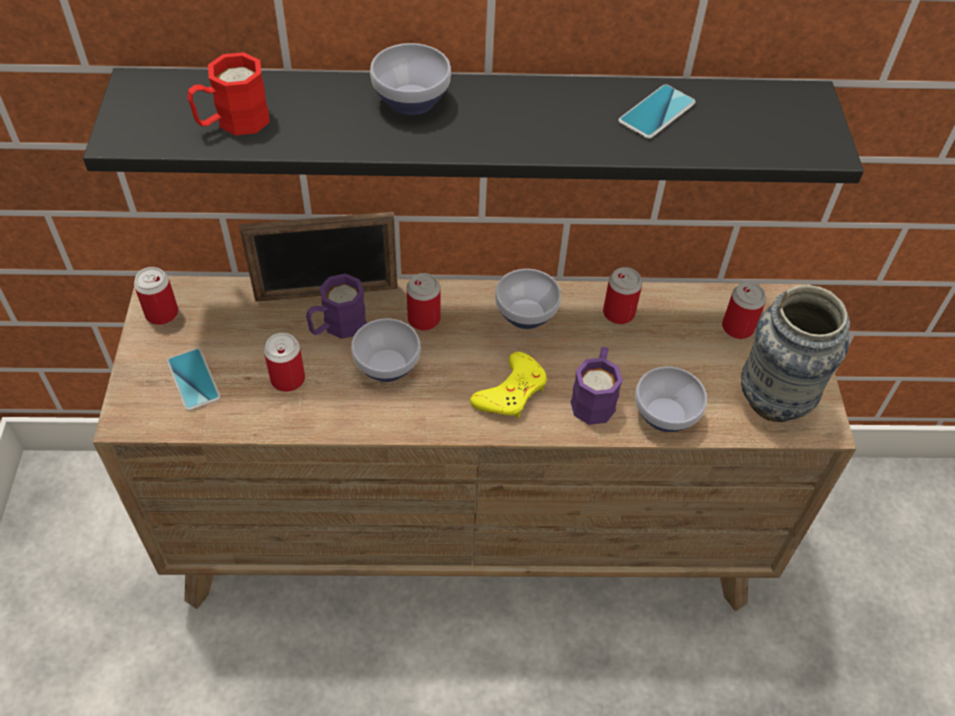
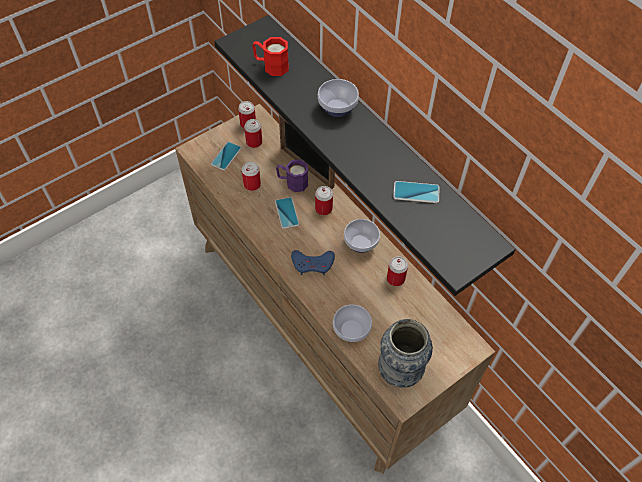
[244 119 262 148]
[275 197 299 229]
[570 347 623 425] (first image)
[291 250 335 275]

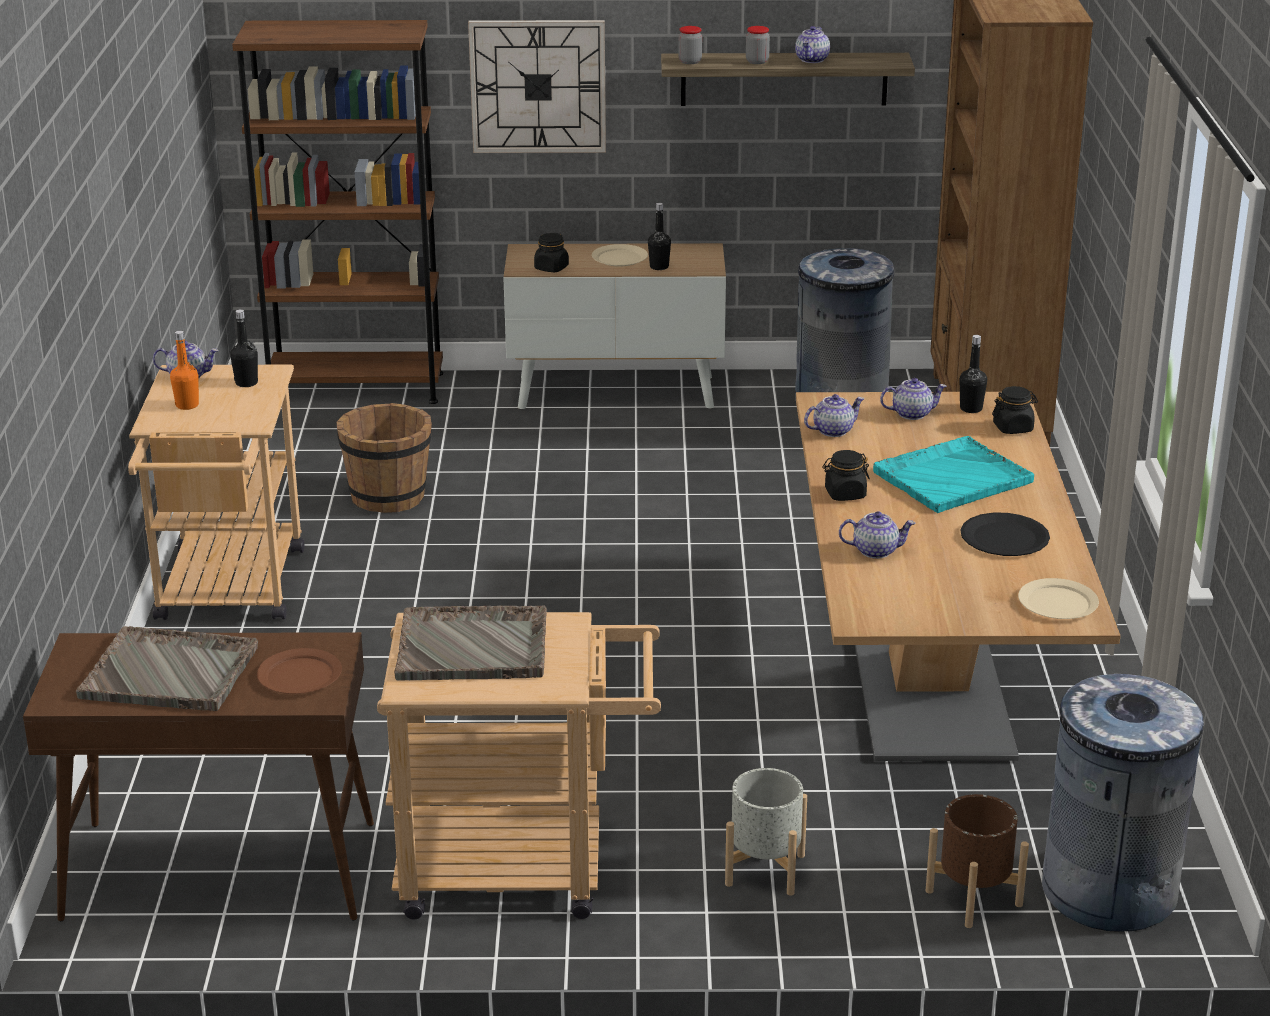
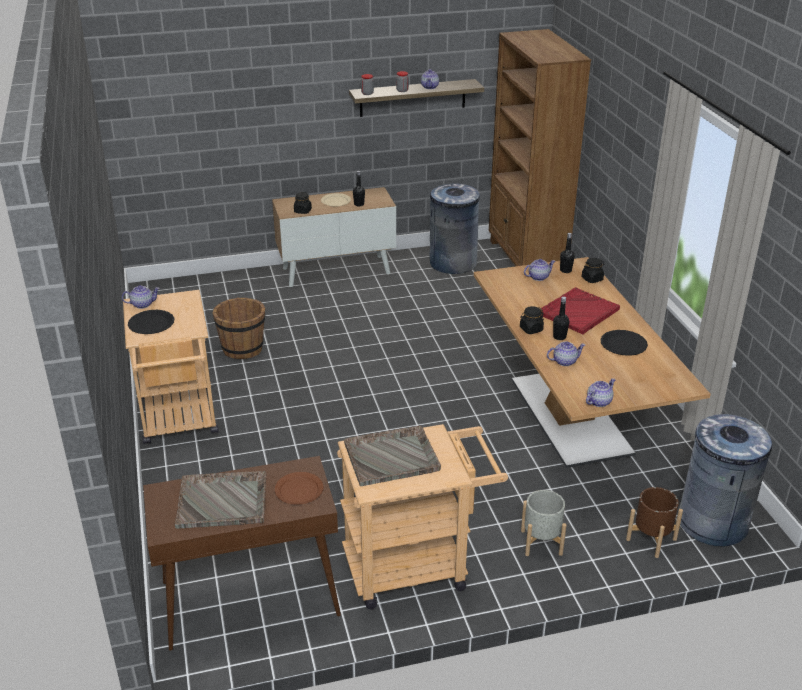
[232 20 443 404] (first image)
[468 20 606 153] (first image)
[553 296 569 340]
[128 310 174 334]
[586 378 616 407]
[541 287 620 334]
[1018 578 1099 619] (first image)

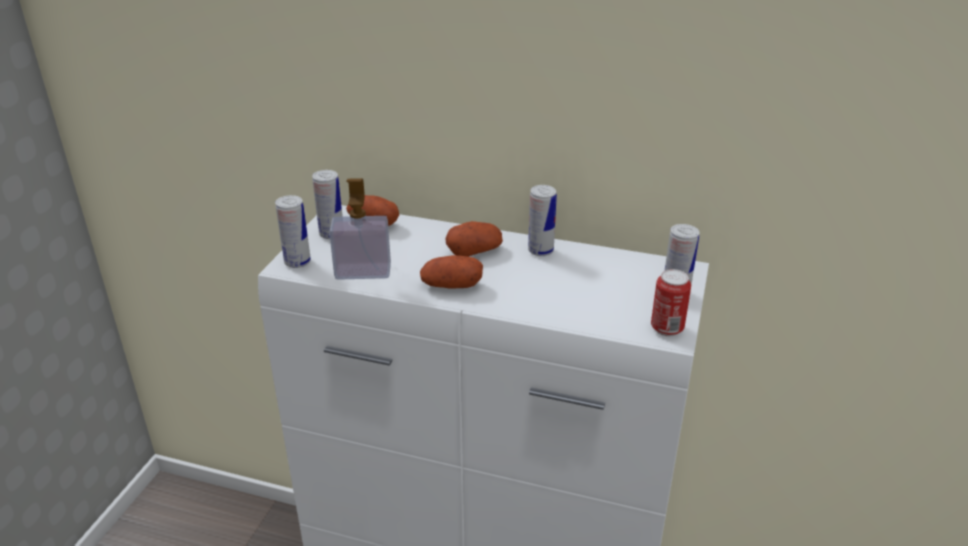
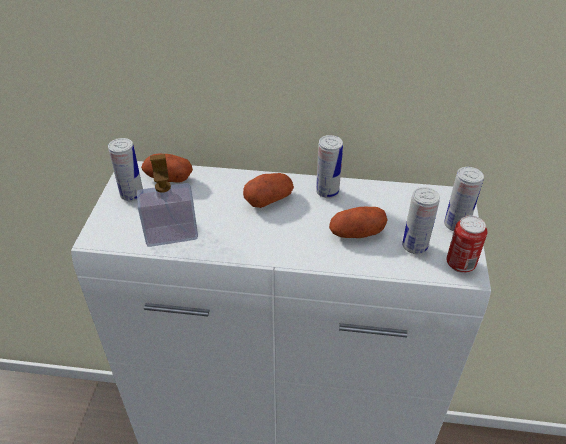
[402 187 440 254]
[329 207 388 238]

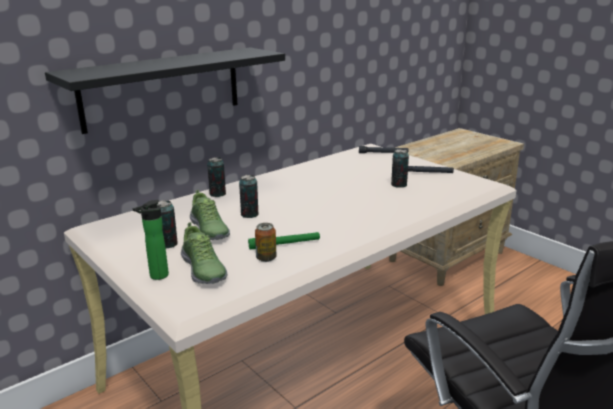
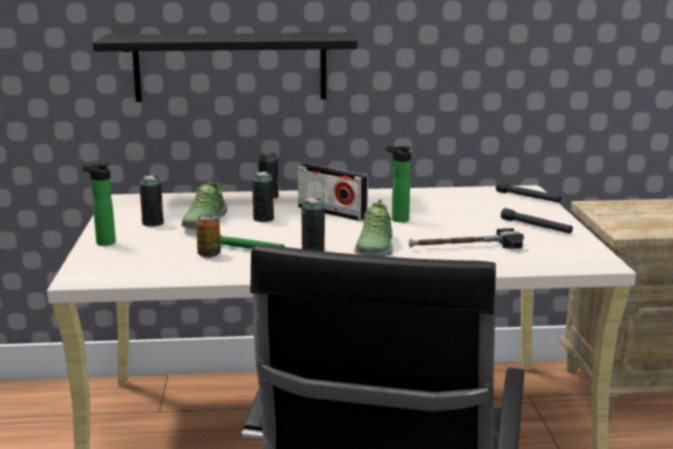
[301 198 325 252]
[354 199 393 257]
[386 146 412 222]
[298 164 368 221]
[409 228 524 249]

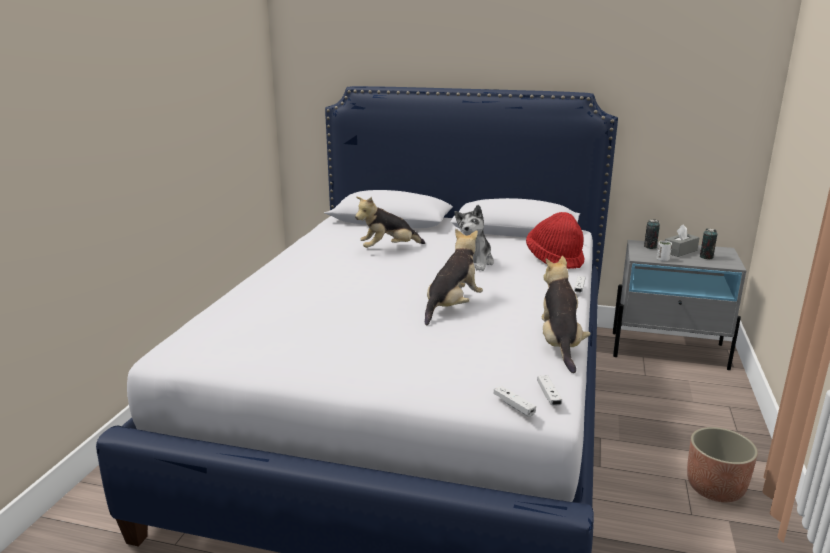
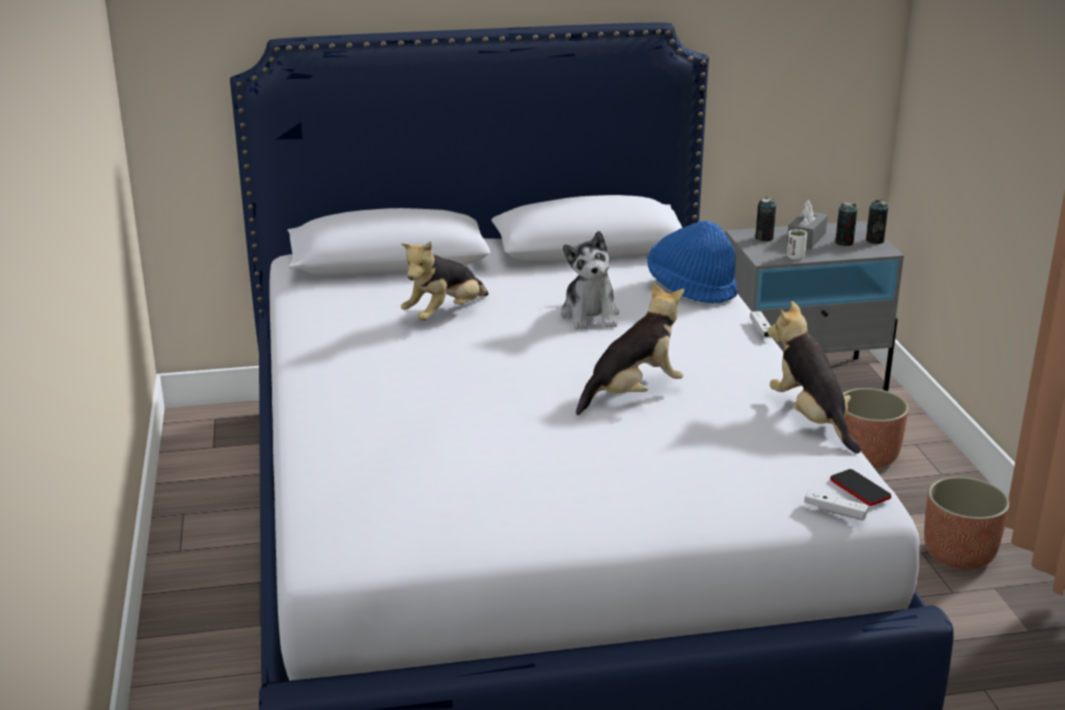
[647 221 738 304]
[576 282 684 415]
[830 469 891 506]
[866 200 888 244]
[843 388 909 468]

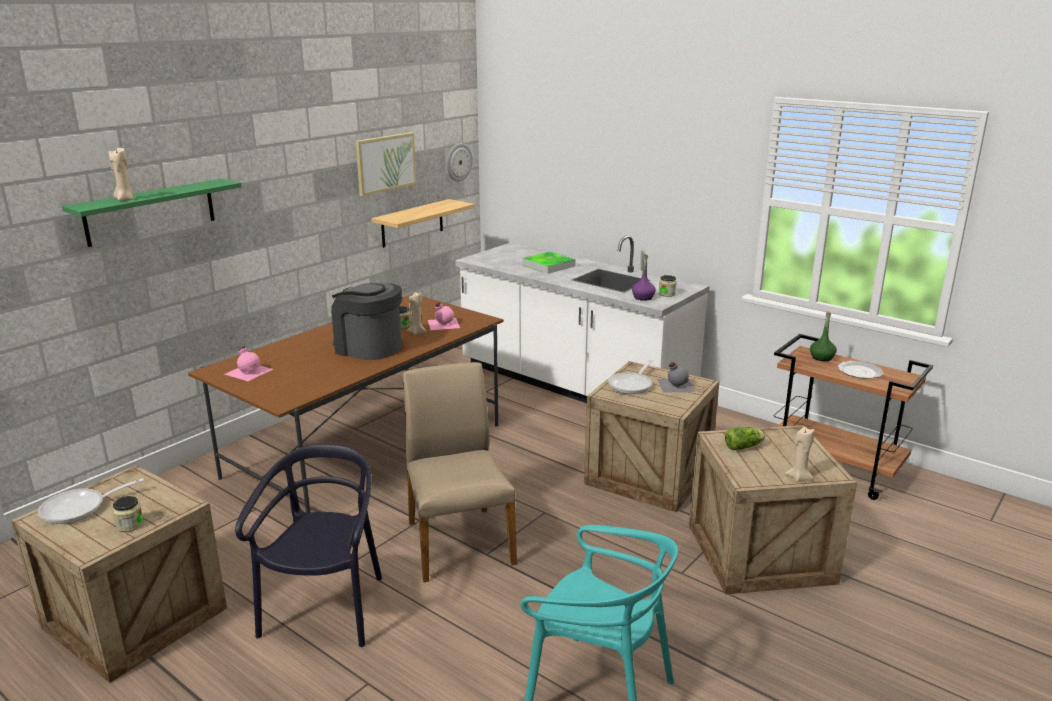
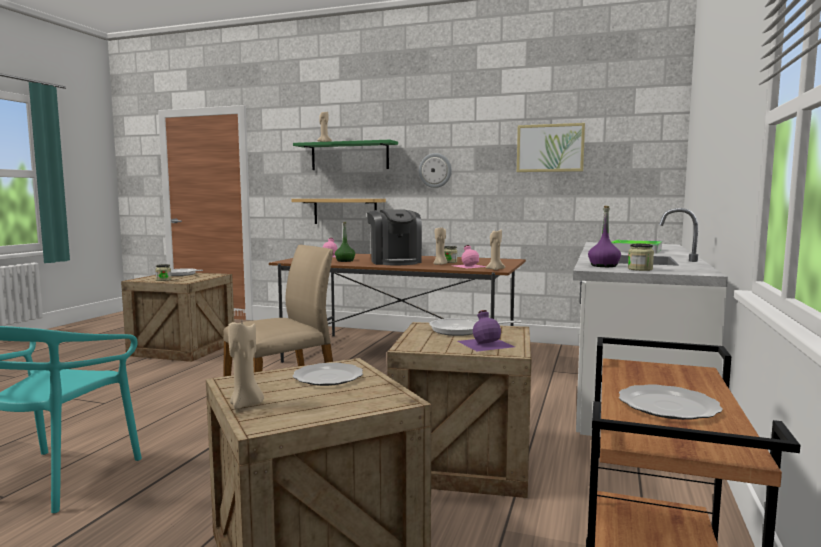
[419 153 452 188]
[292 199 386 224]
[367 209 422 265]
[335 222 355 262]
[457 310 515 351]
[293 363 363 386]
[235 444 382 647] (first image)
[486 230 505 270]

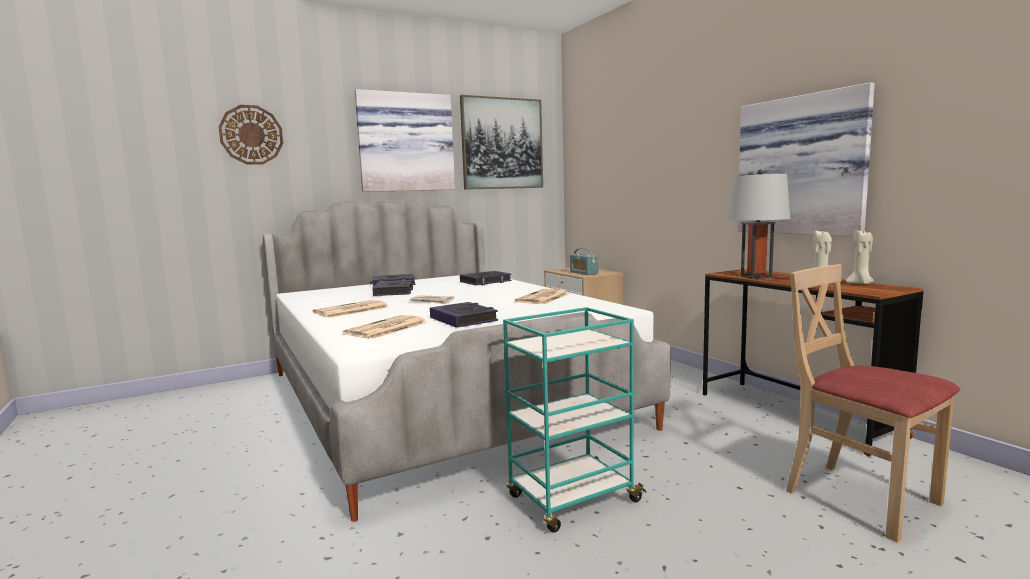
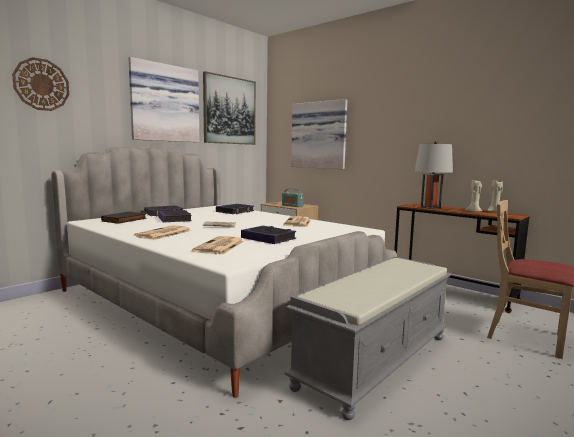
[291 99 347 169]
[285 257 452 420]
[101 211 147 224]

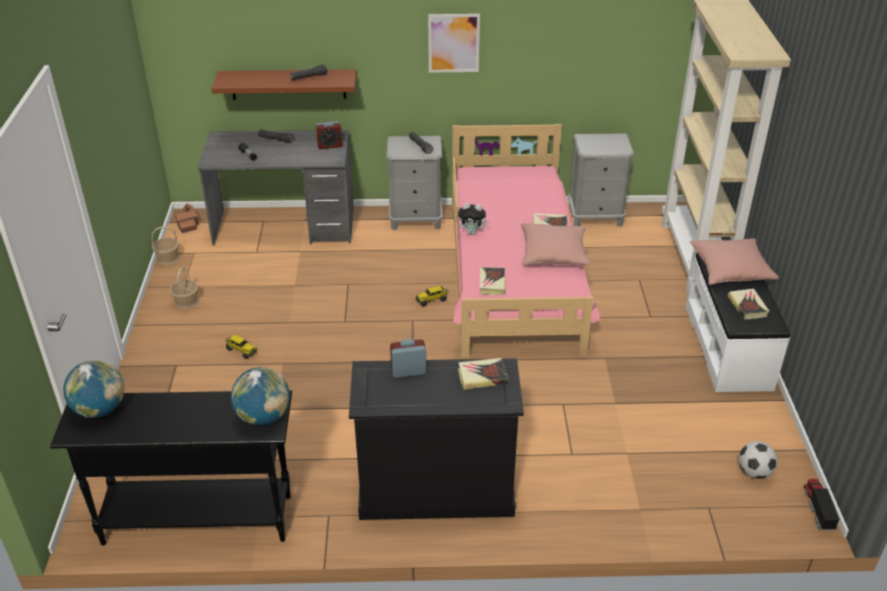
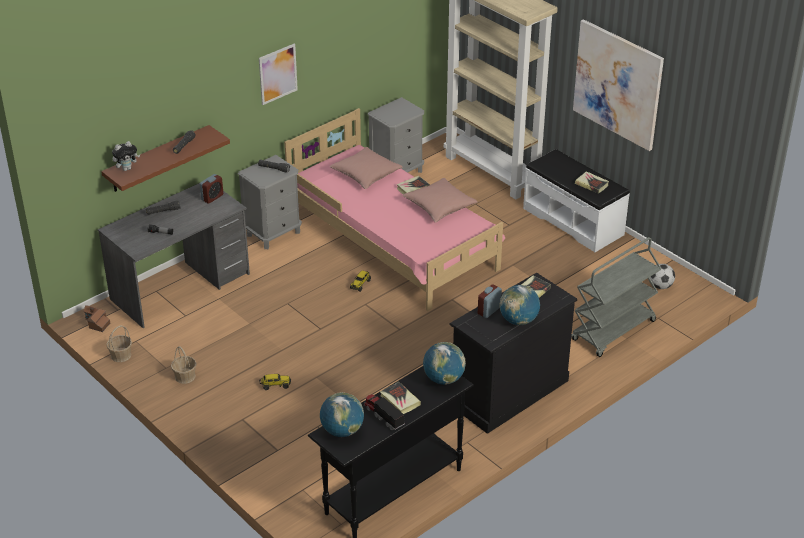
[112 141 140 171]
[330 147 403 189]
[380 382 421 414]
[364 394 405 430]
[573 19 664 151]
[571 237 662 357]
[499 285 540 325]

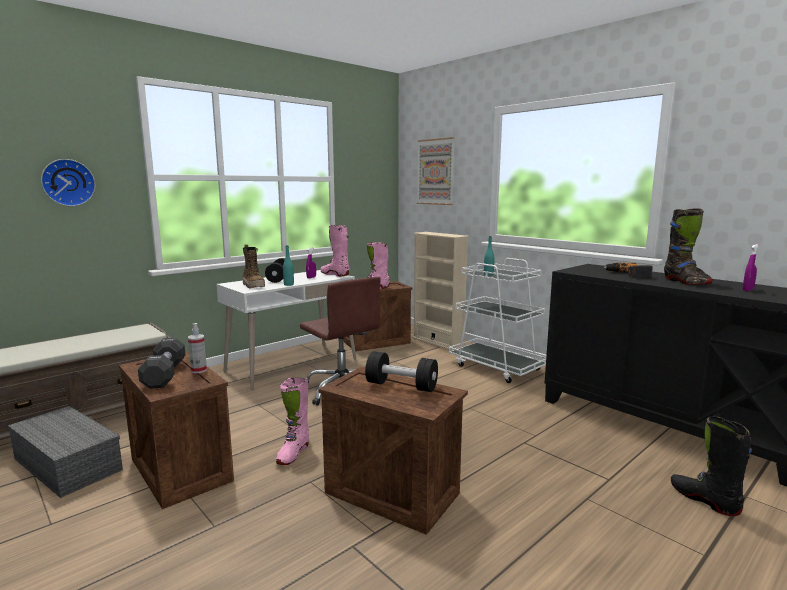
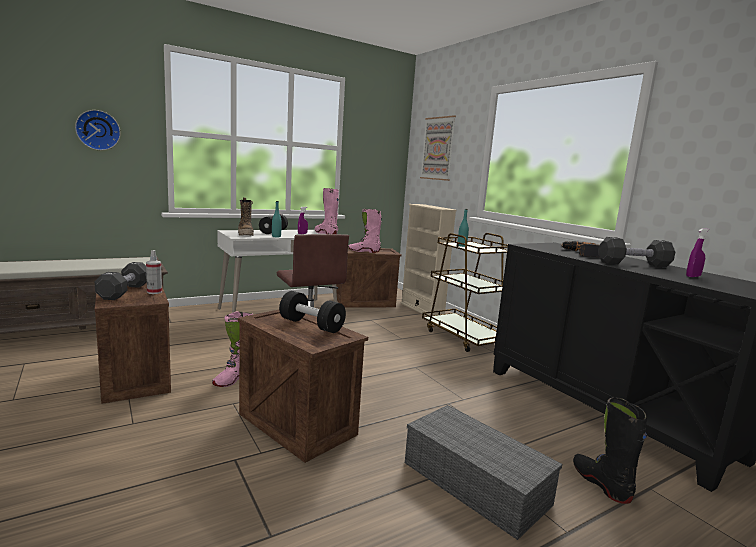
[598 237 675 267]
[422 233 508 352]
[405 405 562 540]

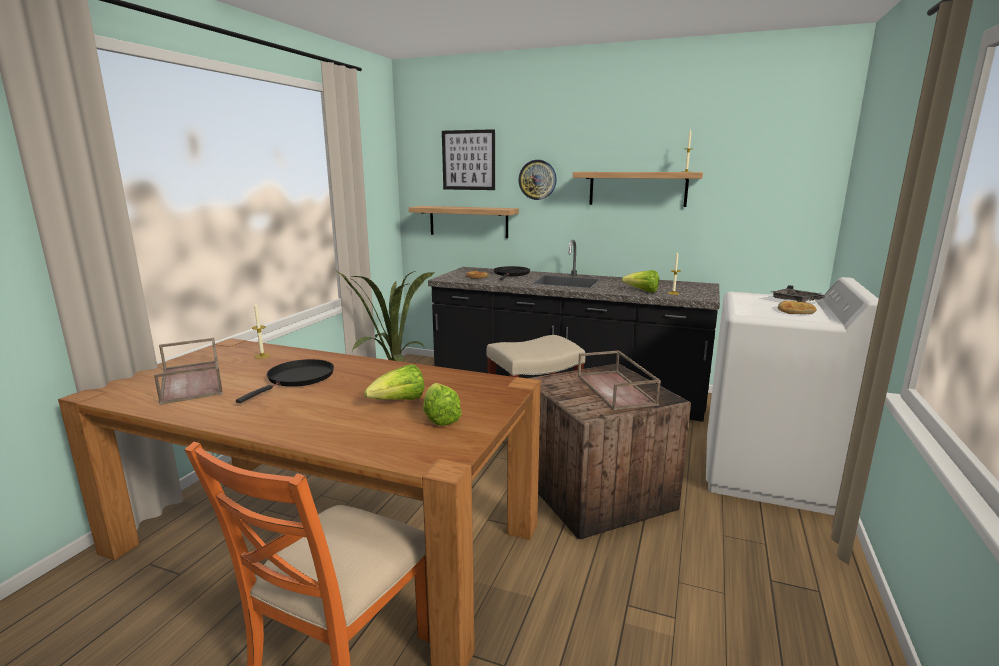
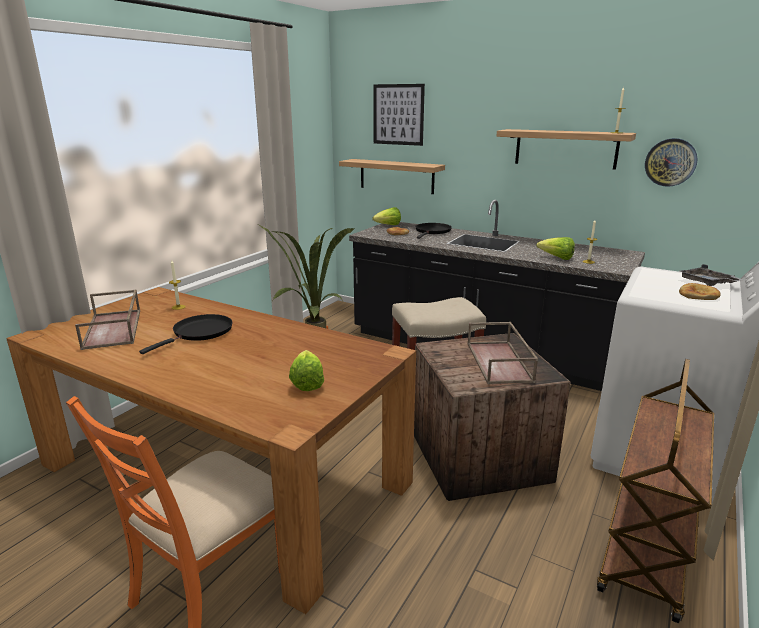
[645 138 698 187]
[372 207 401 225]
[597 359 714 623]

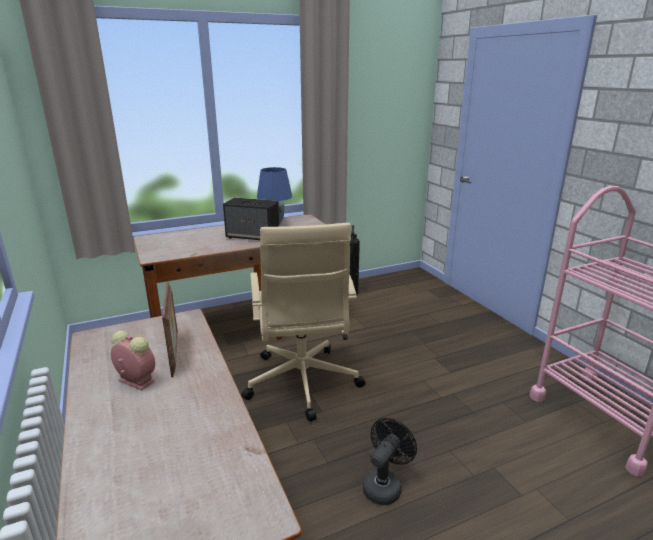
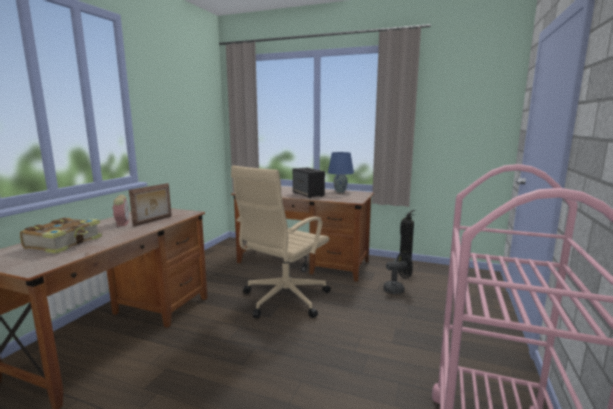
[383 252 413 294]
[20 218 102 254]

